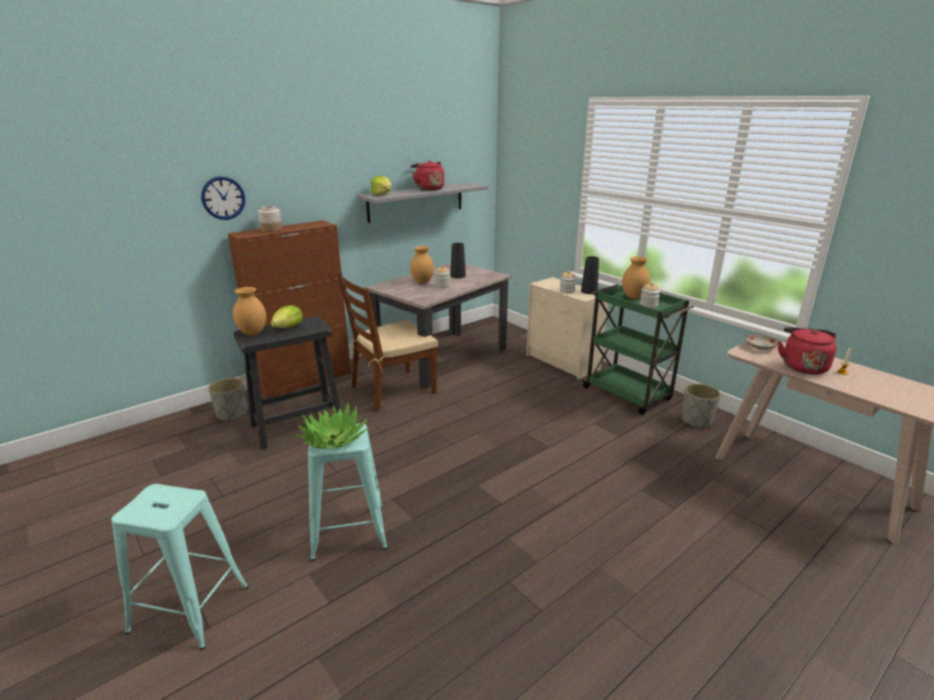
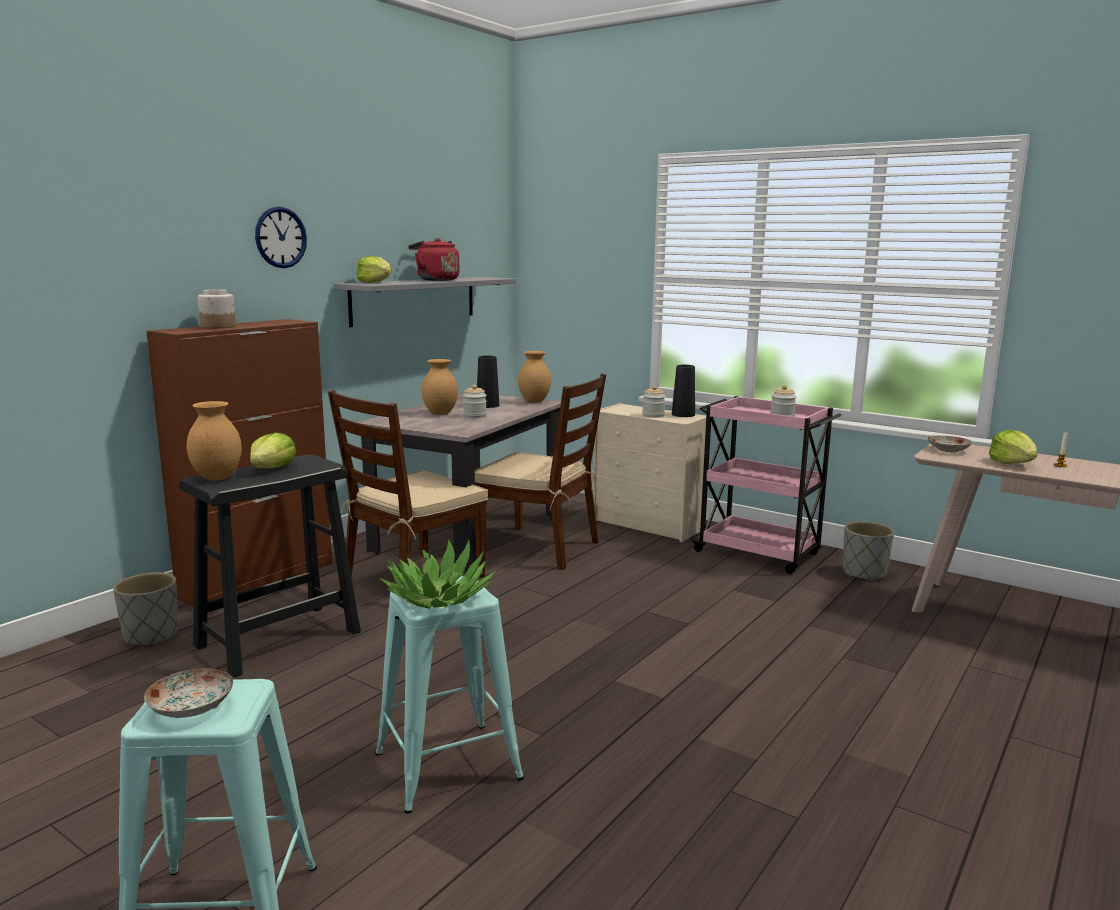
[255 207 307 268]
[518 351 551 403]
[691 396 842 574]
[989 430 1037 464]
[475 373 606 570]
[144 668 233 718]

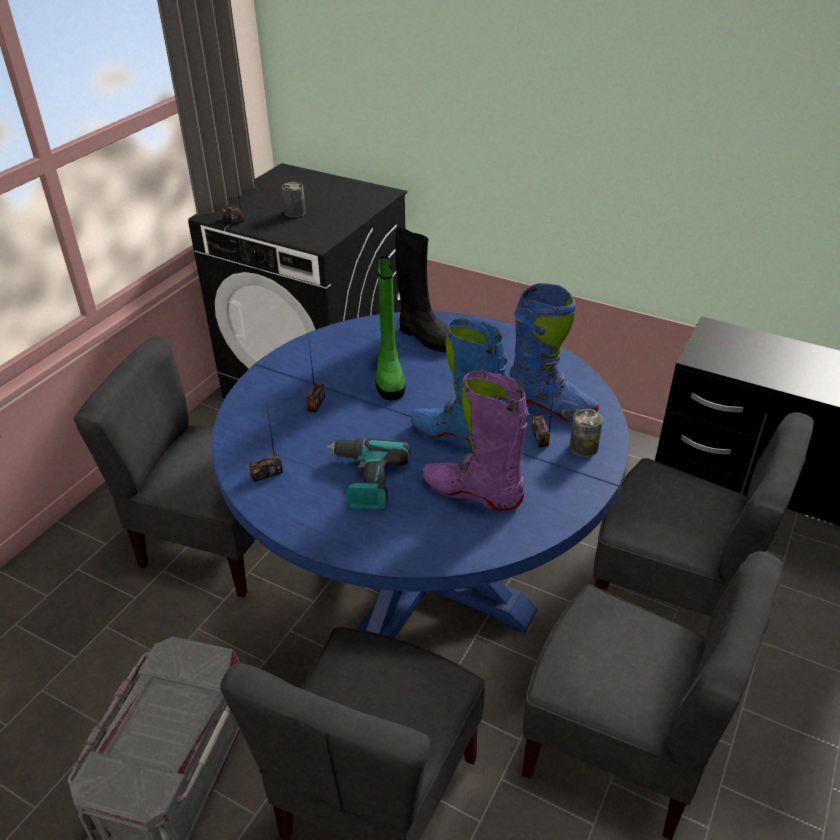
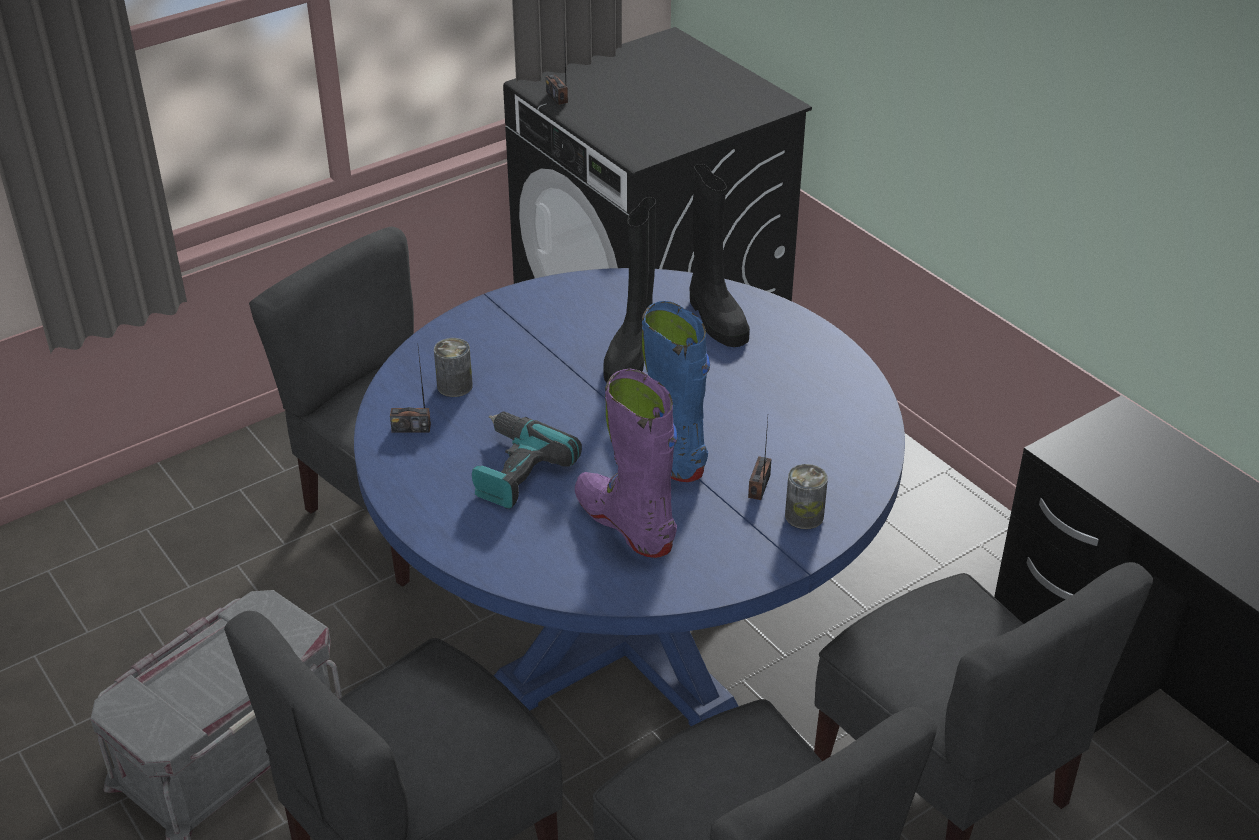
[434 338 473 397]
[603 197 656 383]
[509 283 599 419] (first image)
[306 343 325 413] (first image)

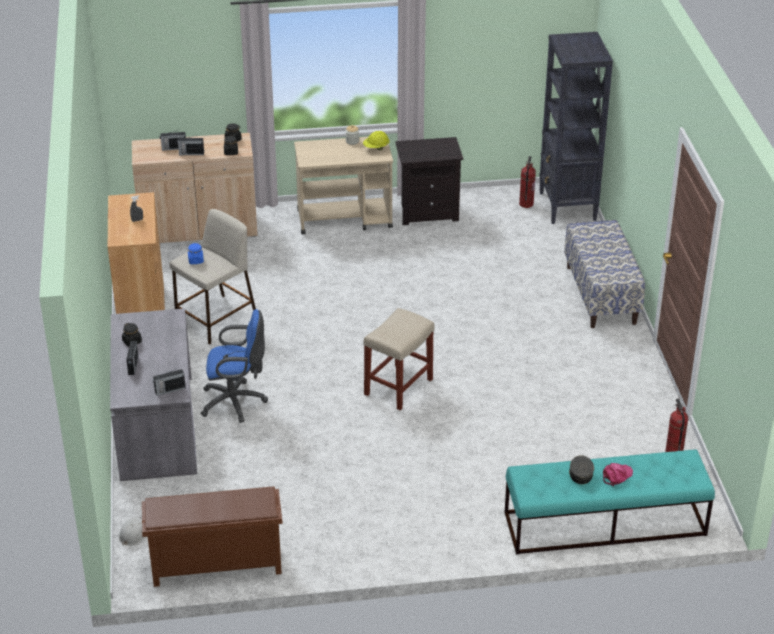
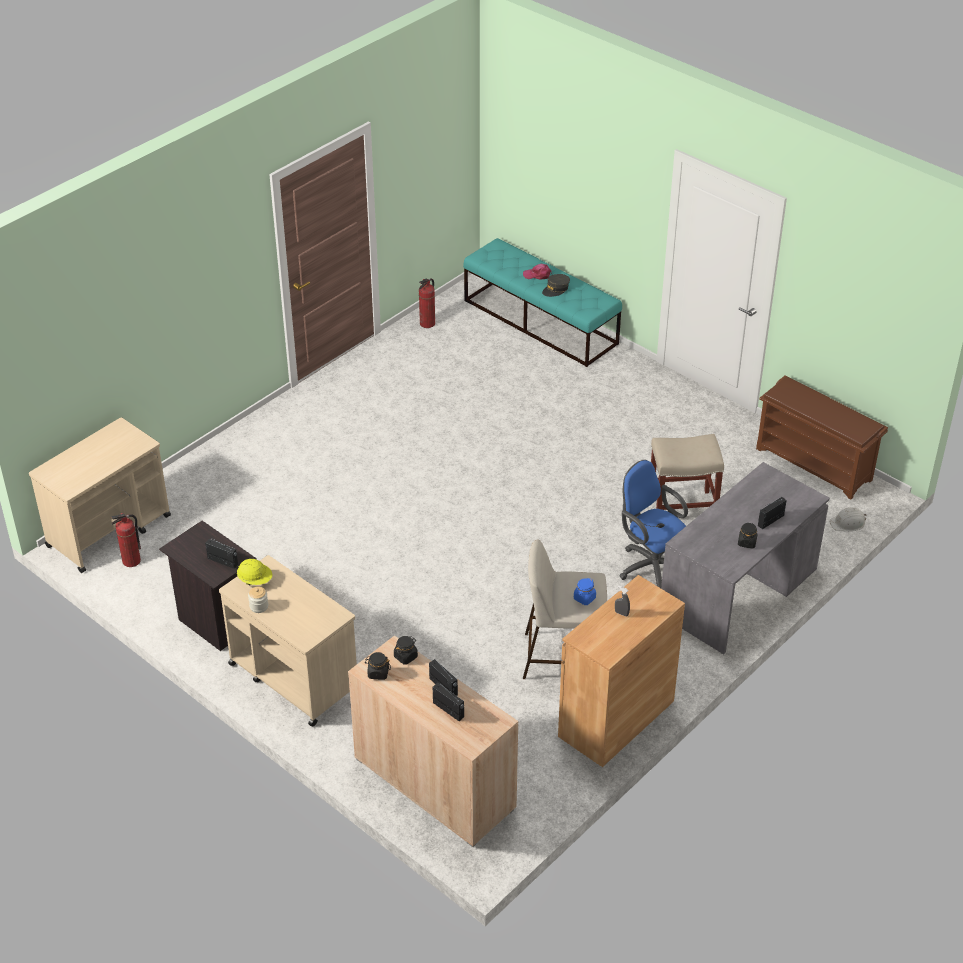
[29 417 171 573]
[564 220 645 328] (first image)
[651 434 724 510]
[205 537 238 569]

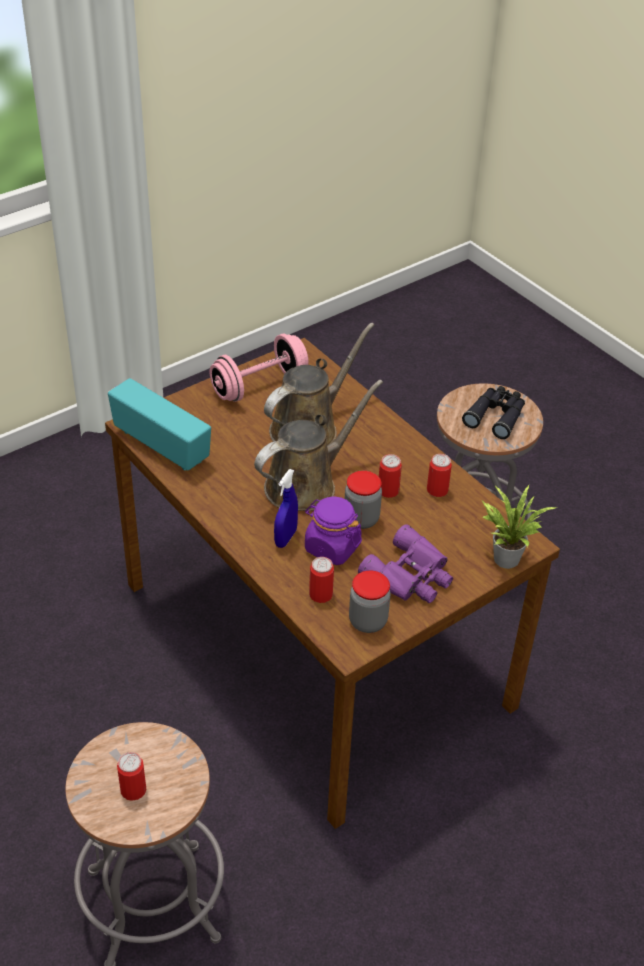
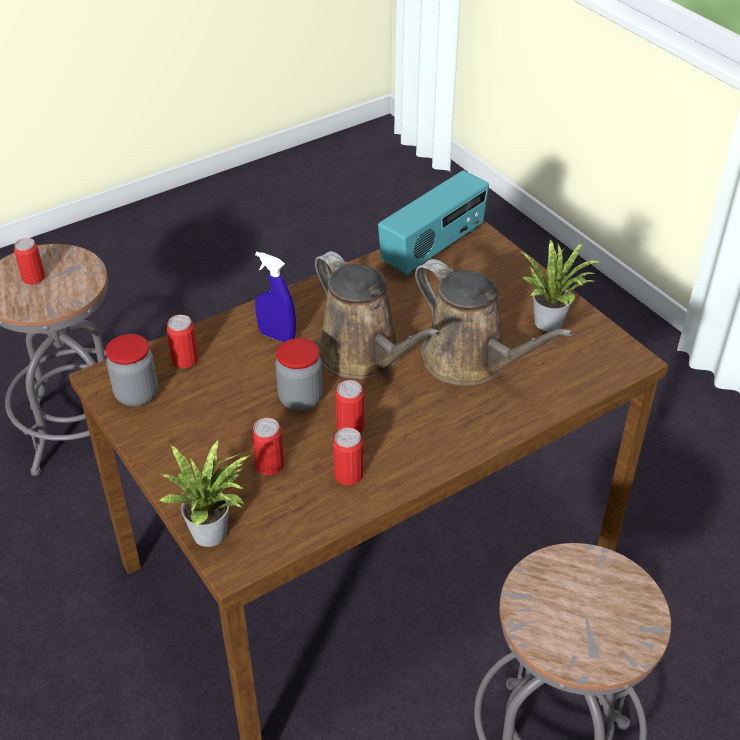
[521 239 603 332]
[462 386 525 439] (first image)
[305 496 362 565] (first image)
[358 524 453 603] (first image)
[252 418 284 475]

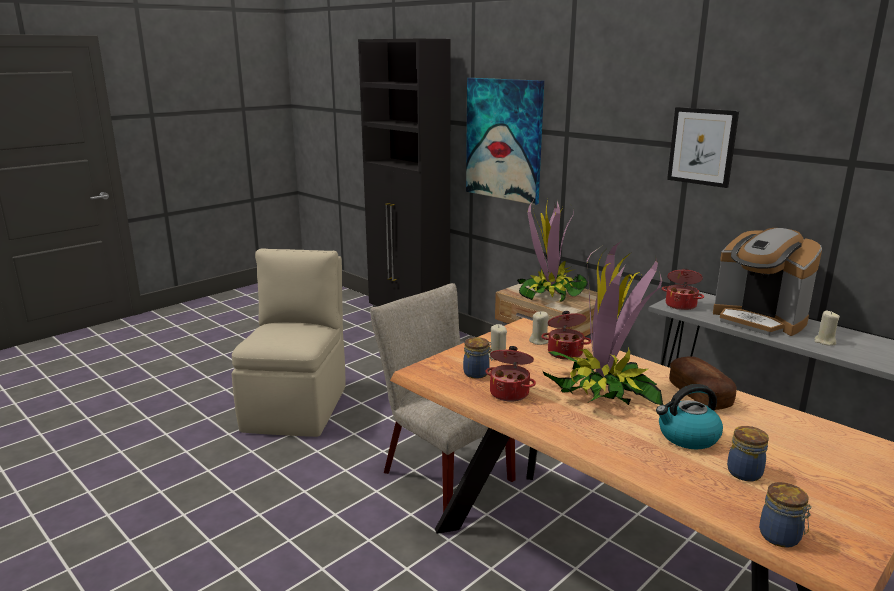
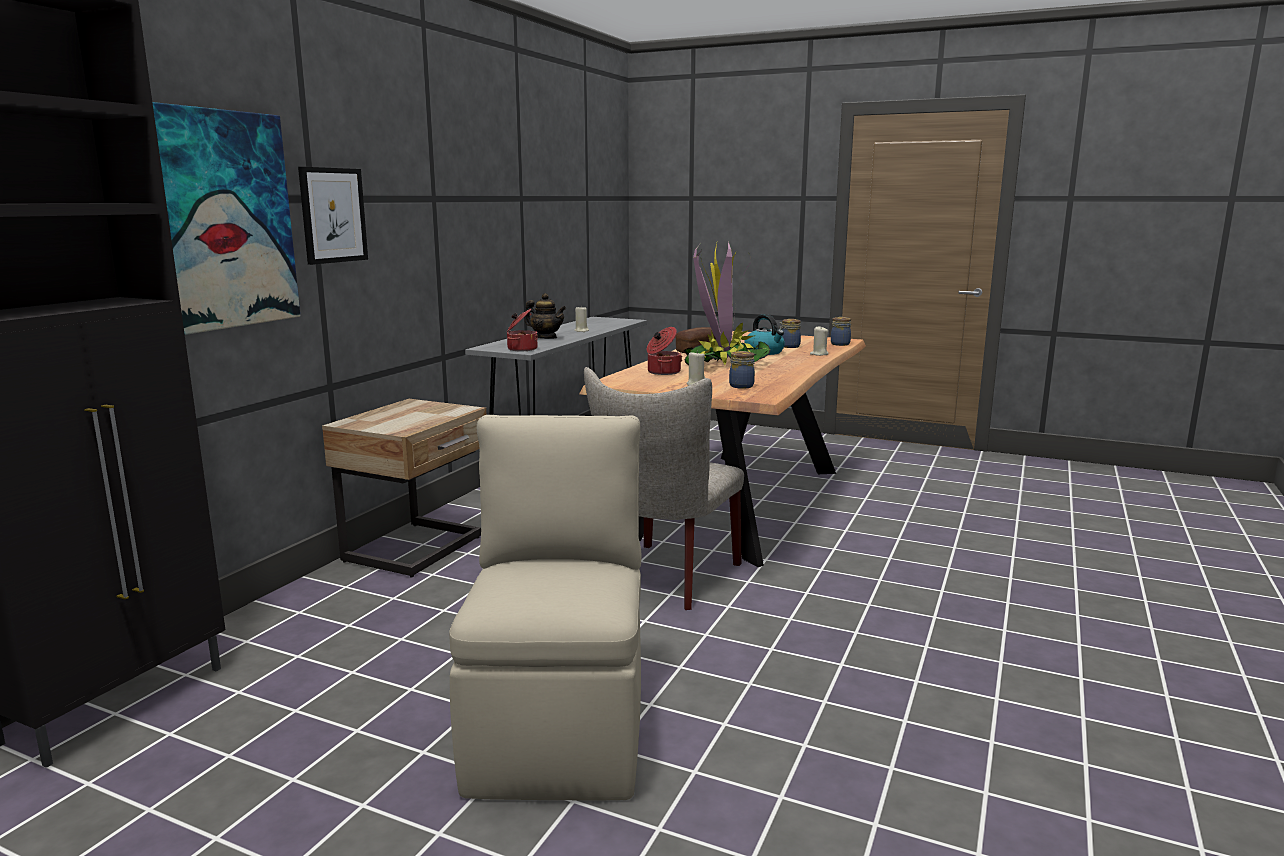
[298 167 368 265]
[517 199 588 302] (first image)
[525 293 566 339]
[449 415 642 801]
[810 327 829 356]
[485 346 536 401] (first image)

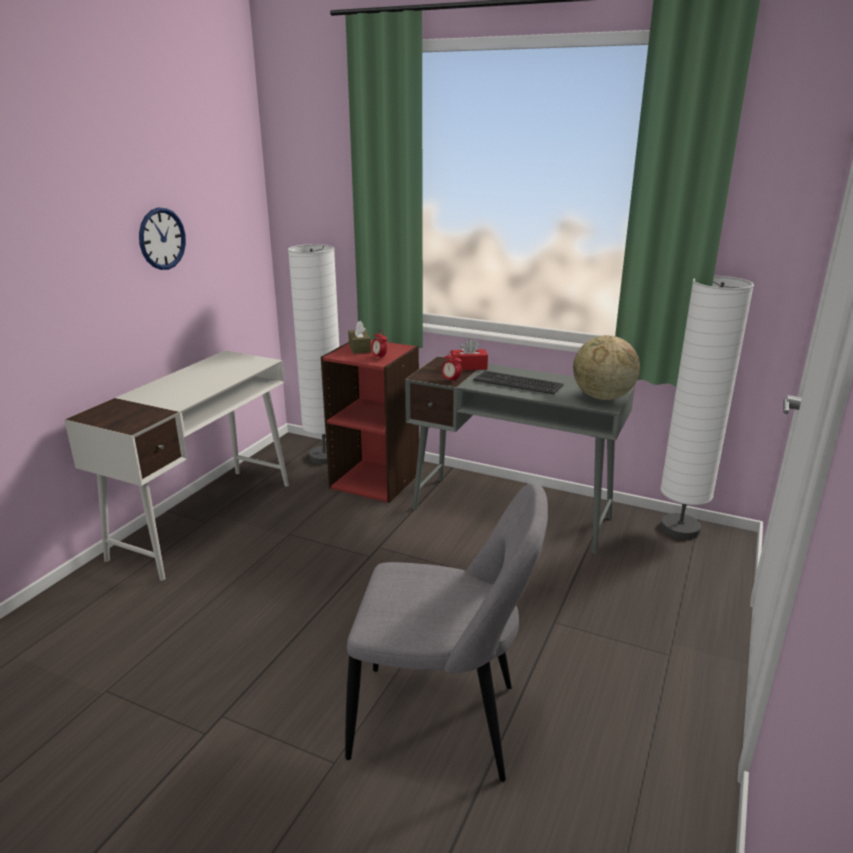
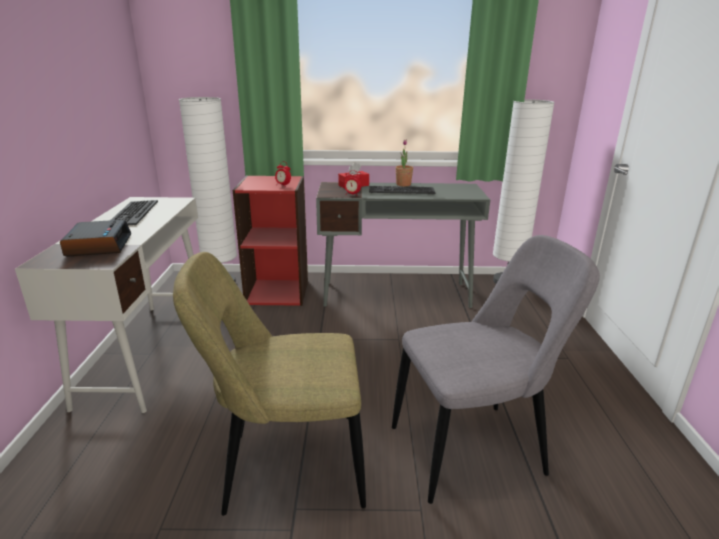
[139 208 186 270] (first image)
[348 321 371 354] (first image)
[573 335 640 400] (first image)
[396 140 413 186]
[111 200 158 225]
[60 220 131 257]
[173 252 366 516]

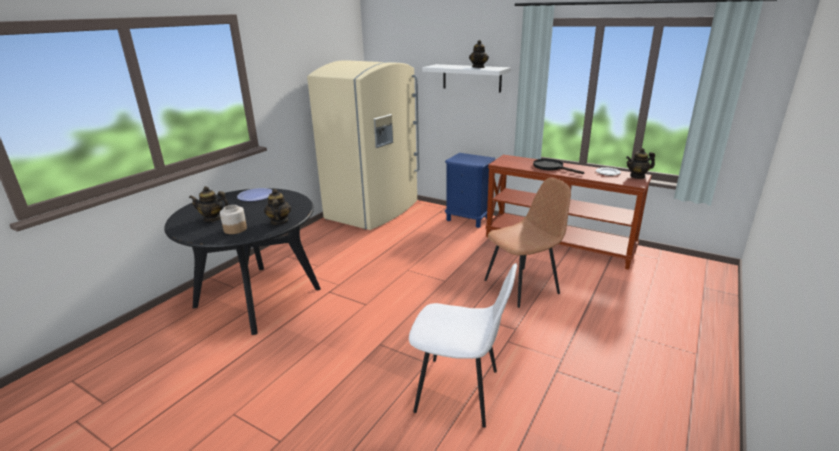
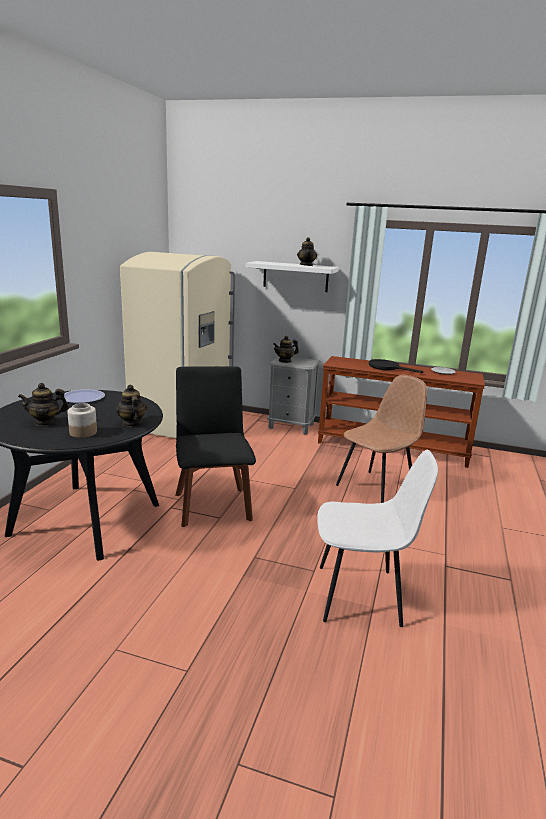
[273 336 299 363]
[267 356 321 435]
[176 366 256 527]

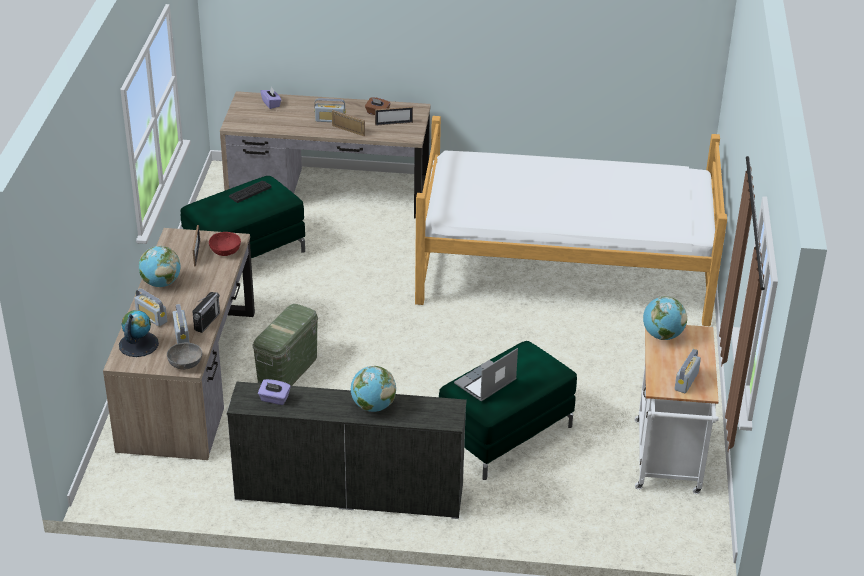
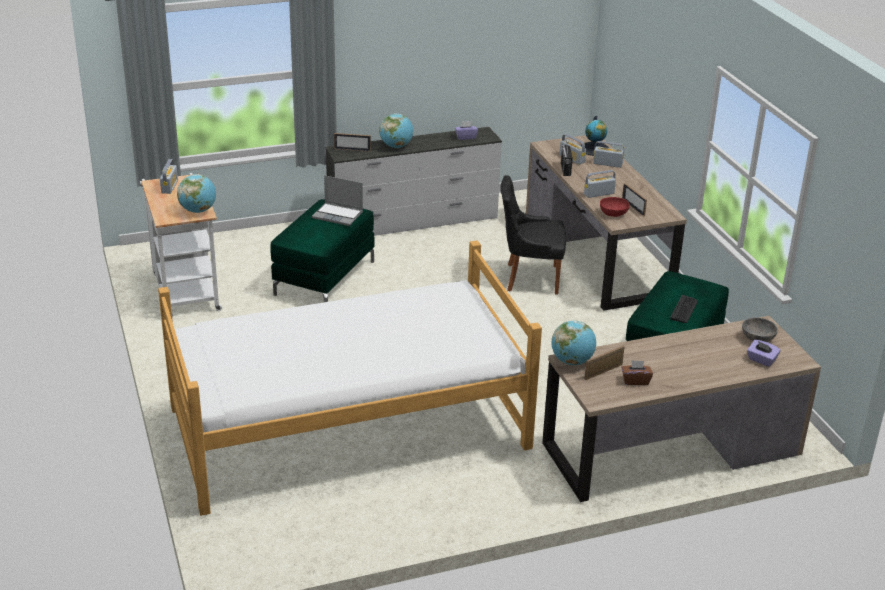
[584 170 616 198]
[334 133 371 152]
[552 321 596 365]
[500 175 566 295]
[742 317 778 342]
[312 175 363 226]

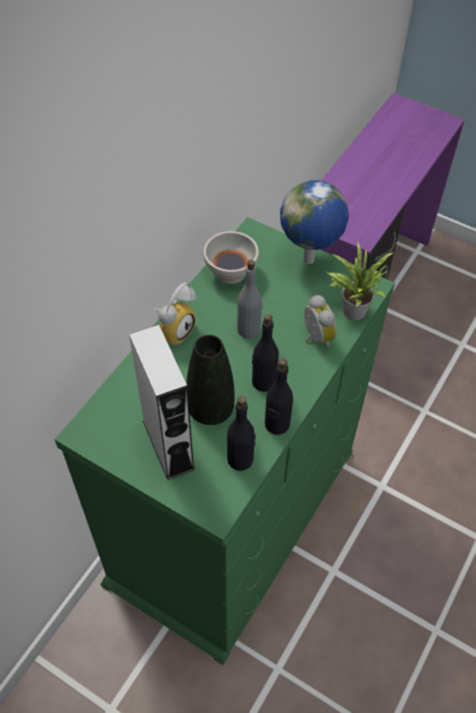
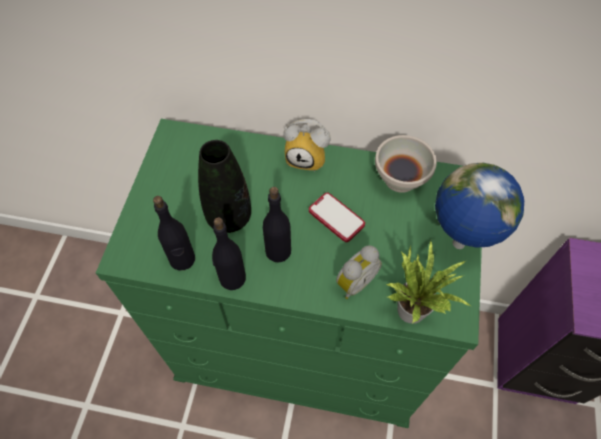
[309 193 365 242]
[129 325 195 480] (first image)

